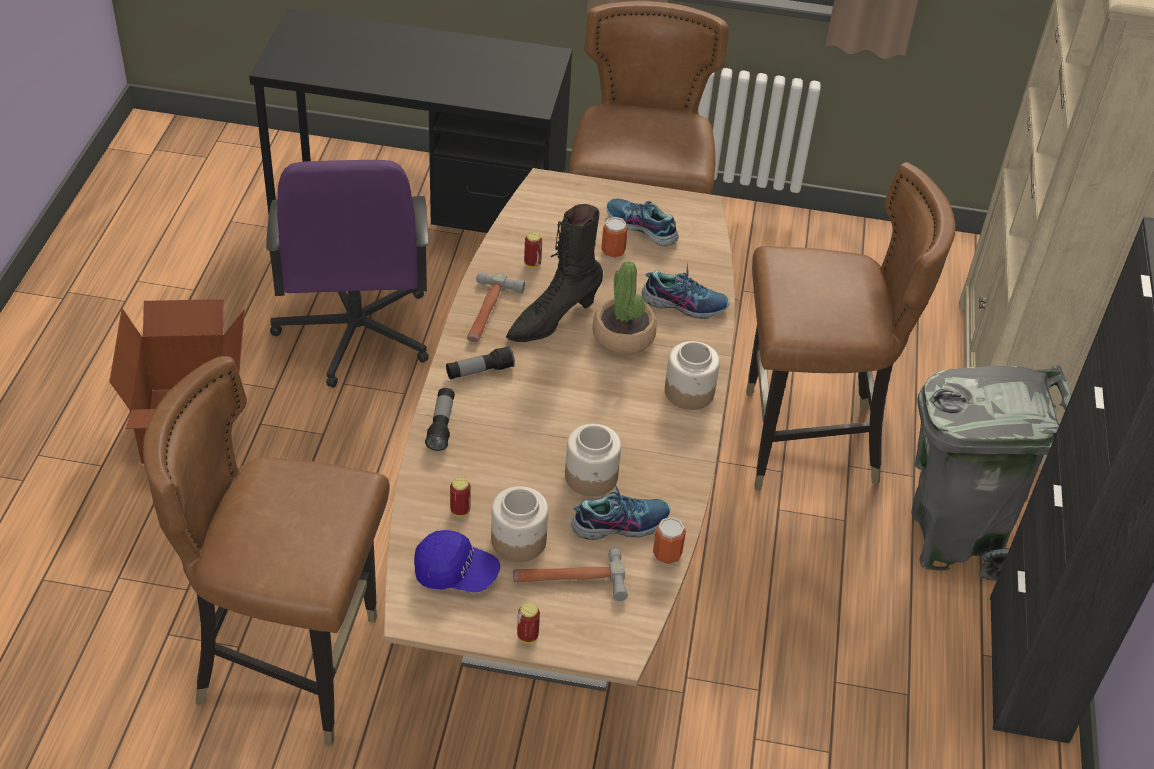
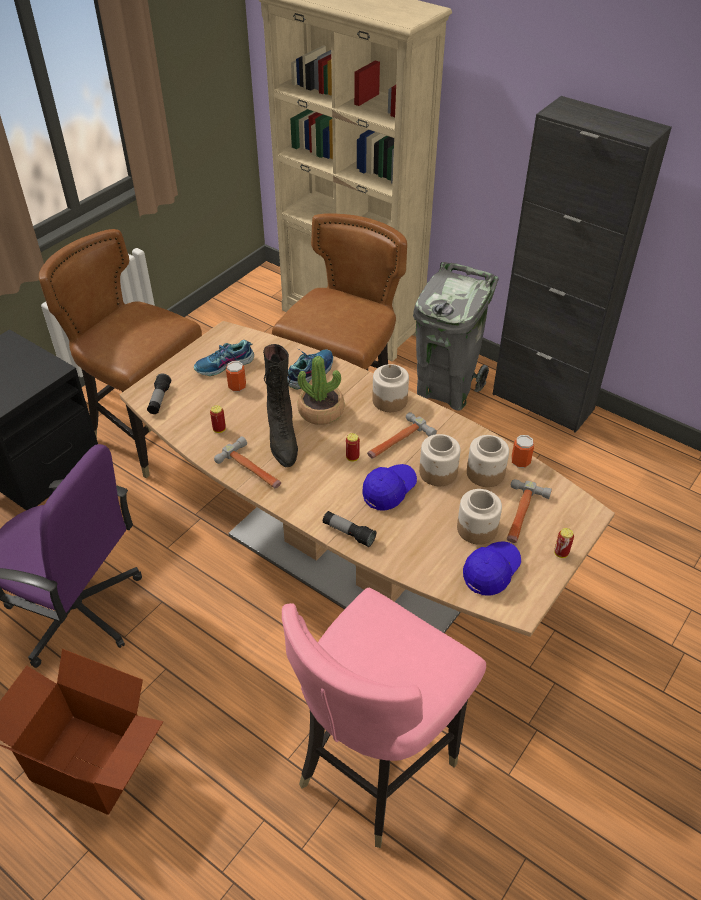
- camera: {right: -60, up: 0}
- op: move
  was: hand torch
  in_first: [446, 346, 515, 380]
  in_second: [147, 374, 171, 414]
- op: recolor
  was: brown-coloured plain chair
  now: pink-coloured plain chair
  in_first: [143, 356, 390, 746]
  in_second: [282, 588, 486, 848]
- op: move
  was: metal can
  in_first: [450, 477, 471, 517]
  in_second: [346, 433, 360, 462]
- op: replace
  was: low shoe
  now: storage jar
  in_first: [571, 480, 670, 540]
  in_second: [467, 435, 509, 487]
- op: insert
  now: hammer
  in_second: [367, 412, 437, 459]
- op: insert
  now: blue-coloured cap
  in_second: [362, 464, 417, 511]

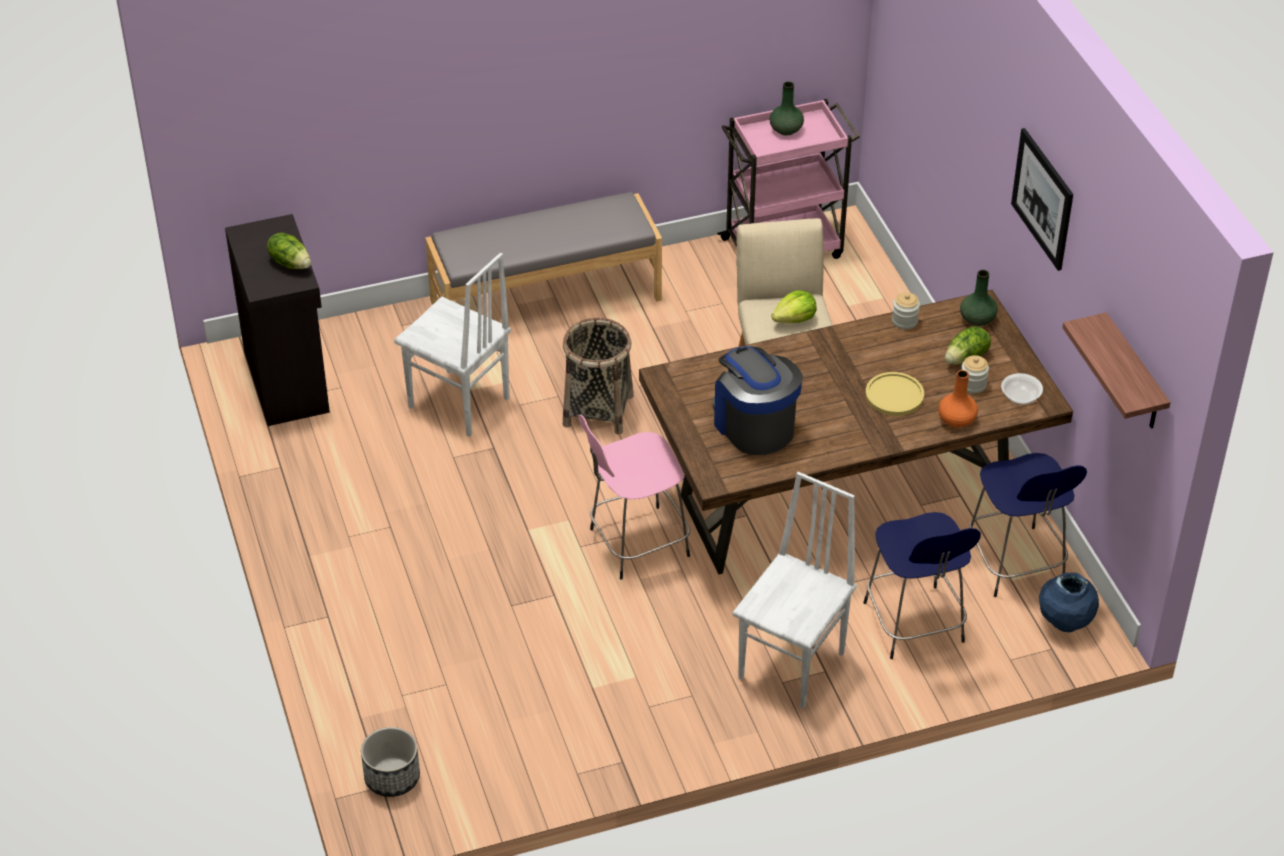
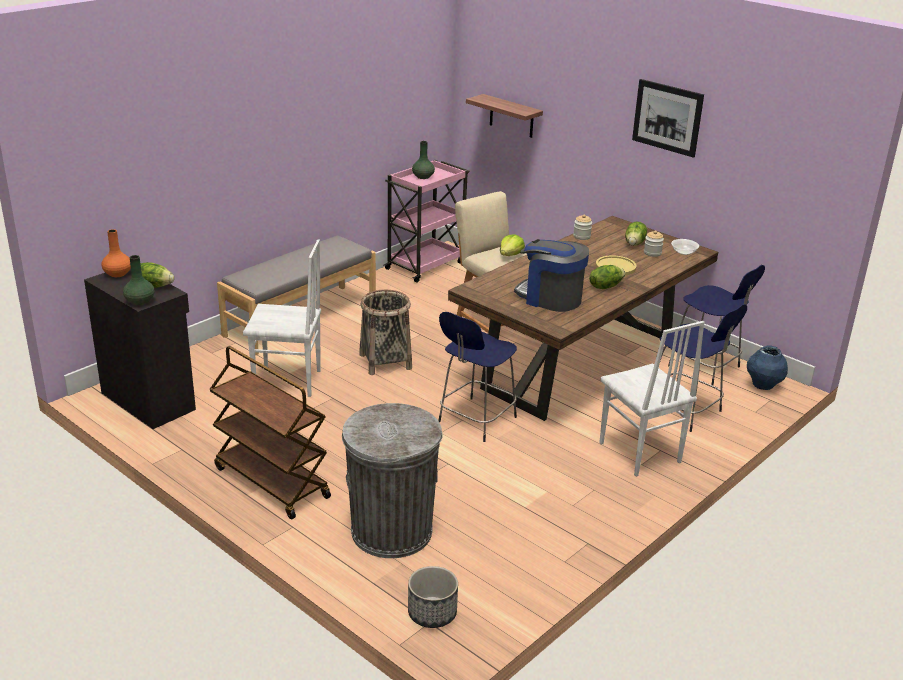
- camera: {right: -30, up: -15}
- op: move
  was: greenish decorative vase
  in_first: [960, 270, 998, 326]
  in_second: [123, 255, 155, 305]
- op: move
  was: shelf
  in_first: [1062, 312, 1171, 429]
  in_second: [466, 94, 543, 138]
- op: move
  was: orange-coloured decorative vase
  in_first: [938, 370, 978, 428]
  in_second: [102, 229, 131, 277]
- op: recolor
  was: pink-coloured stool
  now: blue-coloured stool
  in_first: [578, 414, 690, 580]
  in_second: [438, 312, 517, 442]
- op: rotate
  was: white plain chair
  in_first: [733, 472, 857, 709]
  in_second: [599, 321, 704, 477]
  clockwise: 150
- op: insert
  now: lettuce head
  in_second: [589, 265, 625, 289]
- op: insert
  now: brown-coloured cart
  in_second: [209, 346, 331, 519]
- op: insert
  now: grey trash can
  in_second: [342, 403, 443, 558]

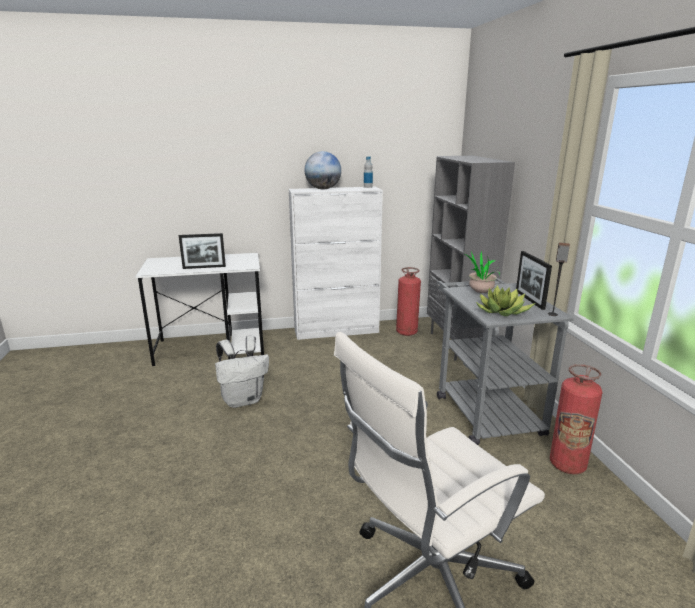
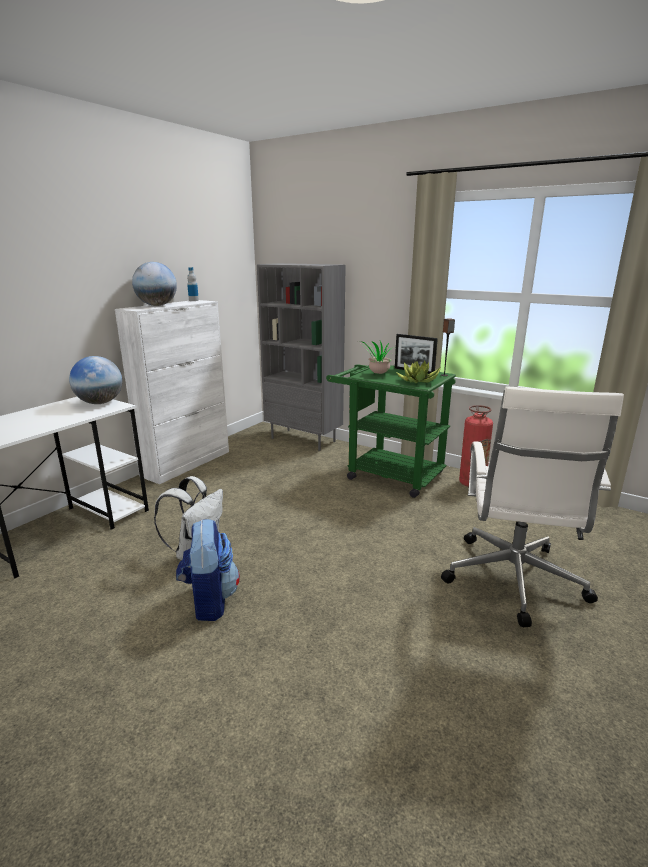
- camera: {right: -45, up: 0}
- op: delete
  was: standing frame
  in_first: [179, 233, 226, 269]
- op: delete
  was: extinguisher
  in_first: [396, 267, 421, 336]
- op: recolor
  was: grey cart
  now: greenish cart
  in_first: [437, 278, 574, 445]
  in_second: [326, 364, 456, 498]
- op: insert
  now: desk globe
  in_second: [69, 356, 122, 404]
- op: insert
  now: backpack
  in_second: [176, 519, 240, 621]

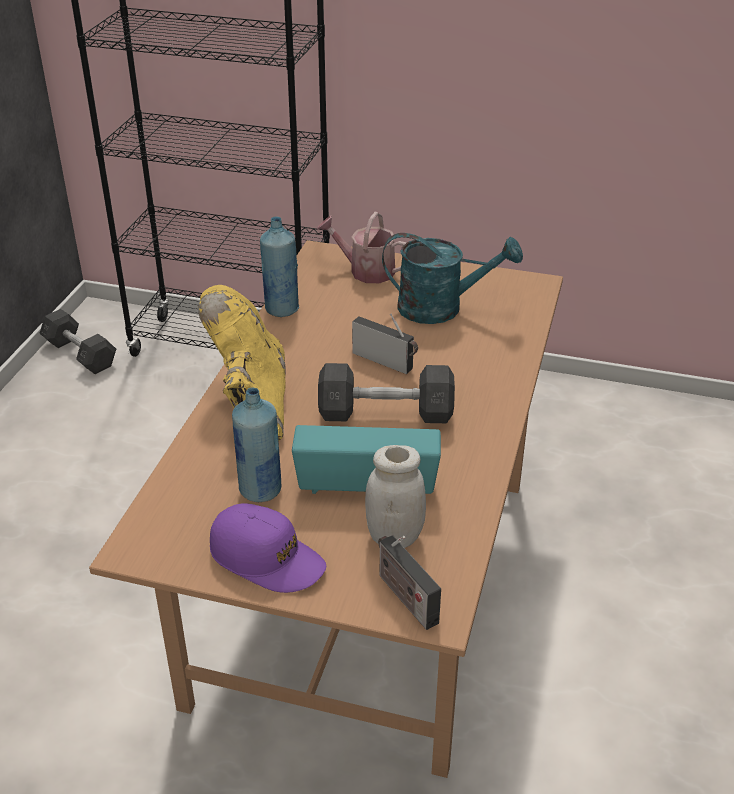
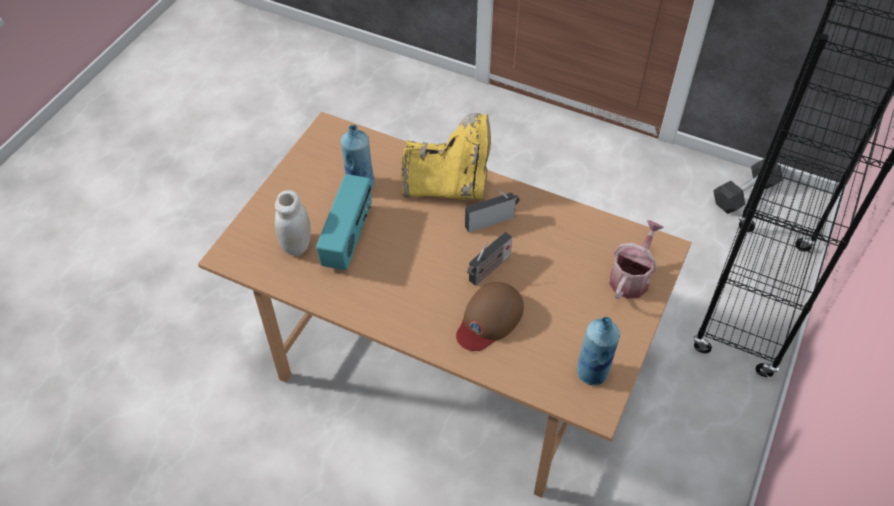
- camera: {right: 100, up: 15}
- op: move
  was: blue-coloured drink bottle
  in_first: [260, 217, 299, 317]
  in_second: [577, 317, 620, 386]
- op: delete
  was: turquoise-coloured watering pot
  in_first: [382, 233, 523, 324]
- op: delete
  was: grey free weight
  in_first: [318, 363, 455, 423]
- op: delete
  was: purple-coloured cap
  in_first: [210, 503, 326, 593]
- op: move
  was: radio receiver
  in_first: [378, 535, 441, 630]
  in_second: [465, 189, 520, 233]
- op: insert
  now: brown-coloured cap
  in_second: [456, 282, 524, 351]

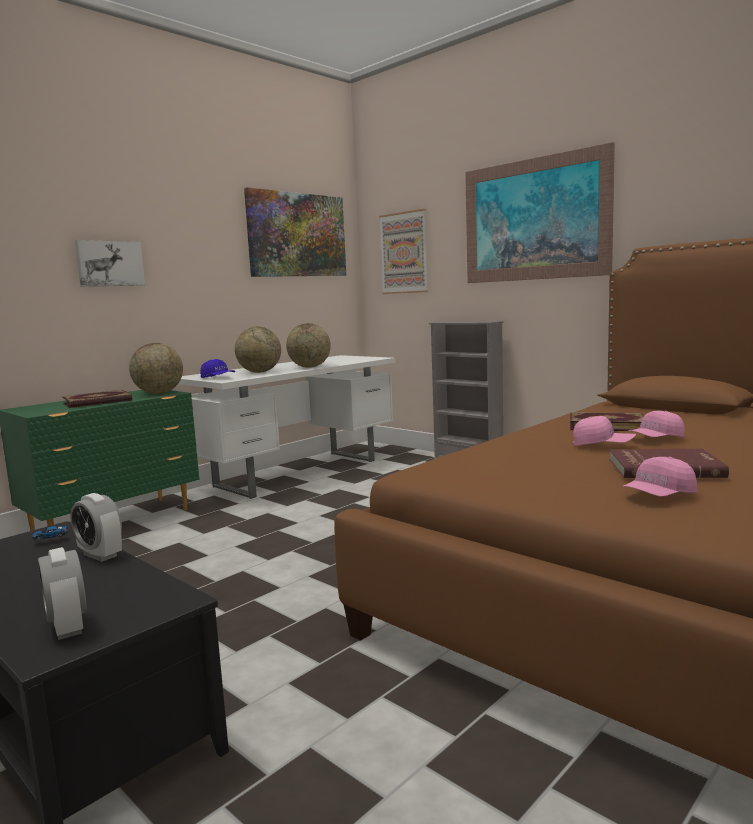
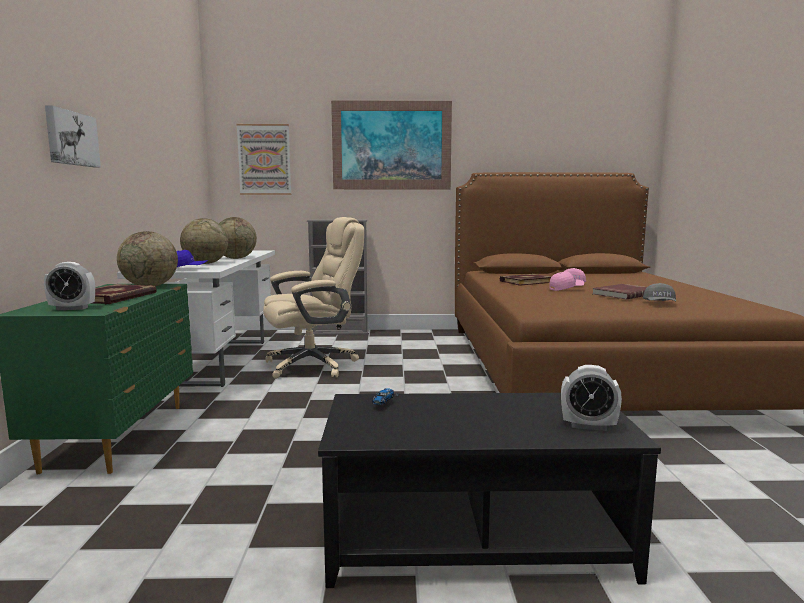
- camera: {right: -45, up: 0}
- op: delete
  was: wall art
  in_first: [244, 187, 346, 277]
- op: recolor
  was: pink-coloured cap
  now: grey cap
  in_first: [623, 457, 697, 497]
  in_second: [643, 283, 676, 301]
- op: move
  was: bedside clock
  in_first: [70, 493, 122, 562]
  in_second: [44, 262, 95, 310]
- op: insert
  now: beige-coloured desk chair
  in_second: [263, 217, 364, 379]

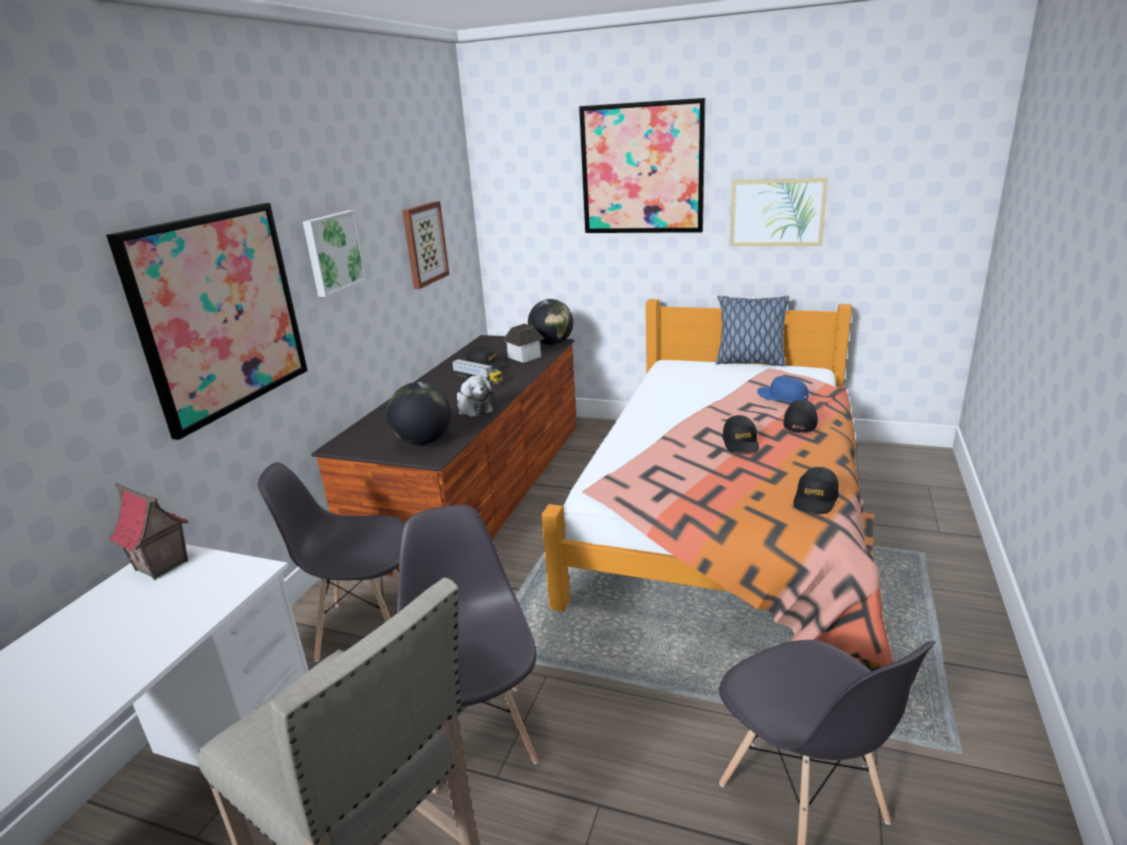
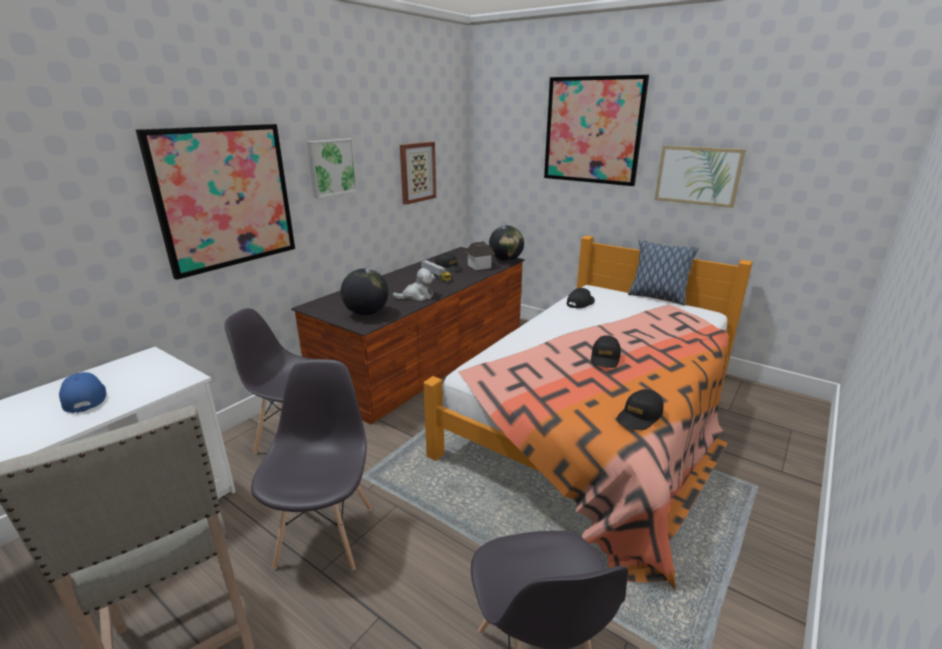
- camera: {right: 15, up: 0}
- op: rotate
  was: soft toy
  in_first: [457, 375, 493, 417]
  in_second: [393, 268, 435, 301]
  clockwise: -90
- op: move
  was: blue-coloured cap
  in_first: [757, 376, 809, 403]
  in_second: [59, 372, 106, 413]
- op: move
  was: black-coloured cap
  in_first: [783, 400, 818, 433]
  in_second: [566, 288, 595, 309]
- op: delete
  was: model house
  in_first: [108, 483, 189, 580]

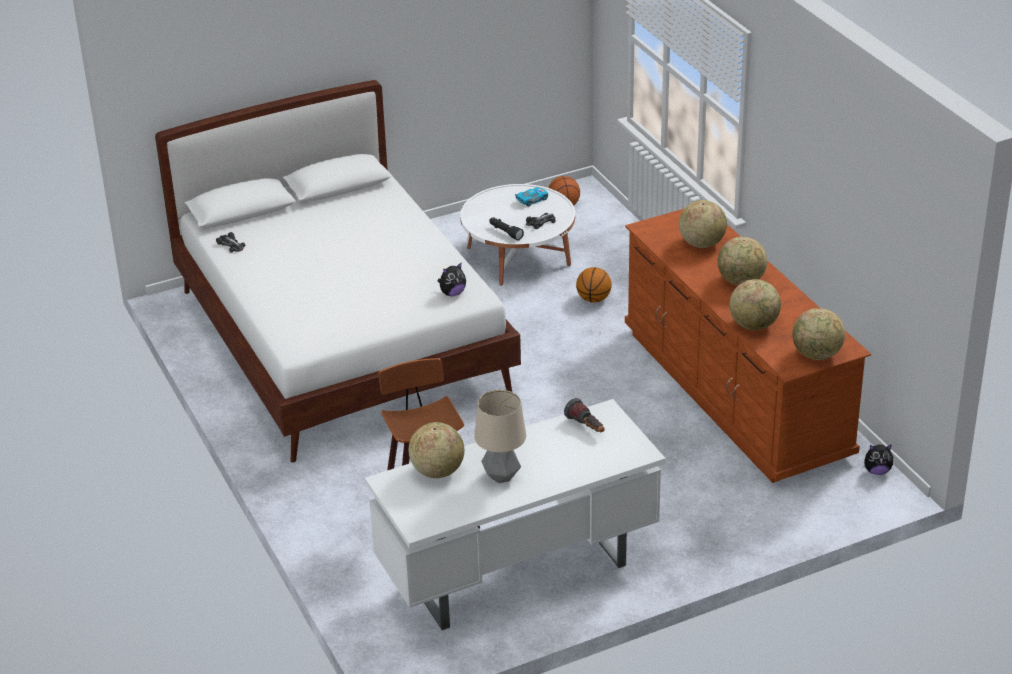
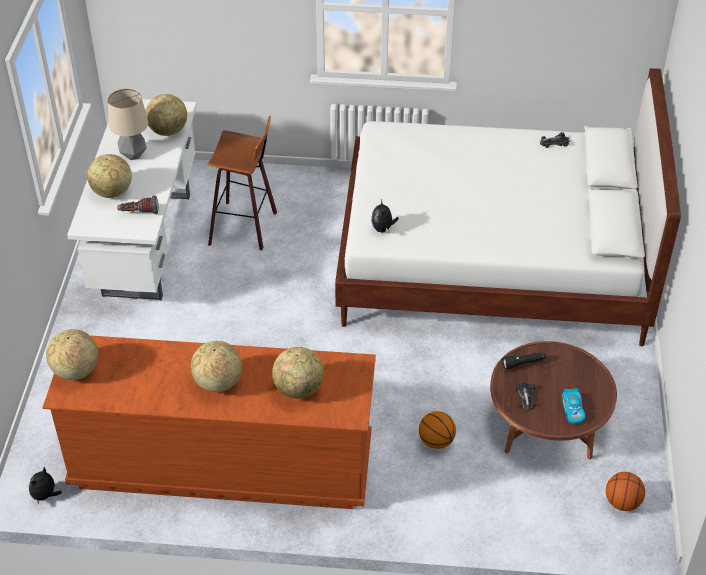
- camera: {right: 120, up: 10}
- op: recolor
  was: white coffee table
  now: brown-coloured coffee table
  in_first: [460, 184, 575, 286]
  in_second: [490, 341, 617, 460]
- op: move
  was: desk globe
  in_first: [729, 279, 781, 330]
  in_second: [87, 154, 132, 198]

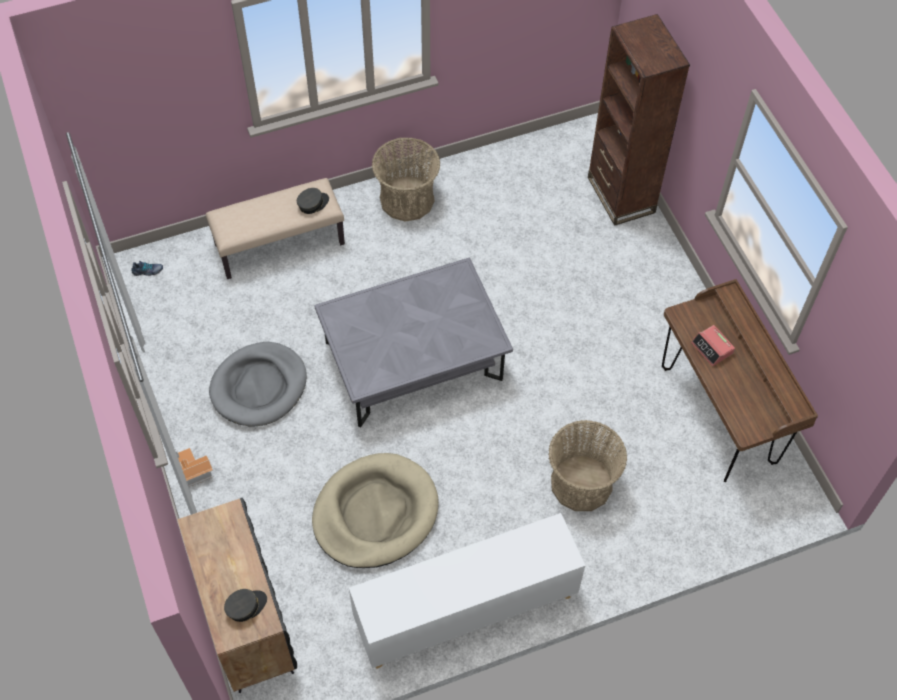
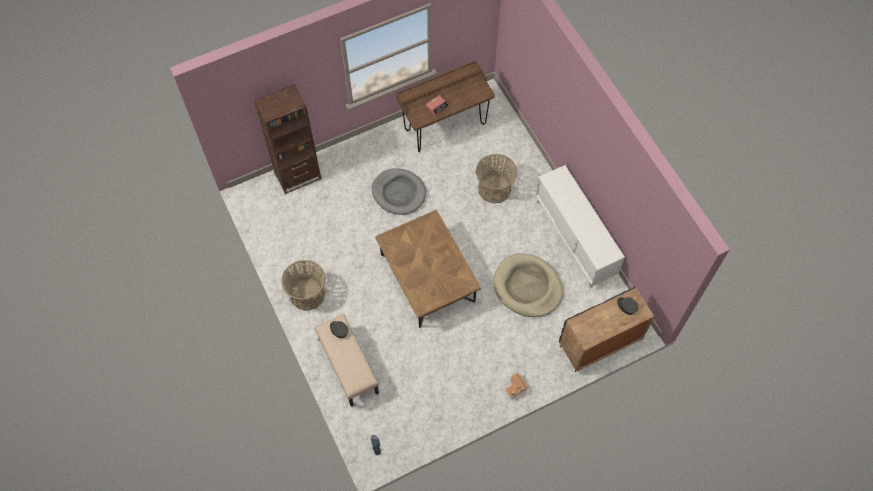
- camera: {right: -95, up: 5}
- op: recolor
  was: grey coffee table
  now: brown-coloured coffee table
  in_first: [314, 258, 513, 428]
  in_second: [375, 210, 481, 328]
- op: move
  was: grey pet bed
  in_first: [209, 342, 307, 427]
  in_second: [372, 168, 426, 215]

